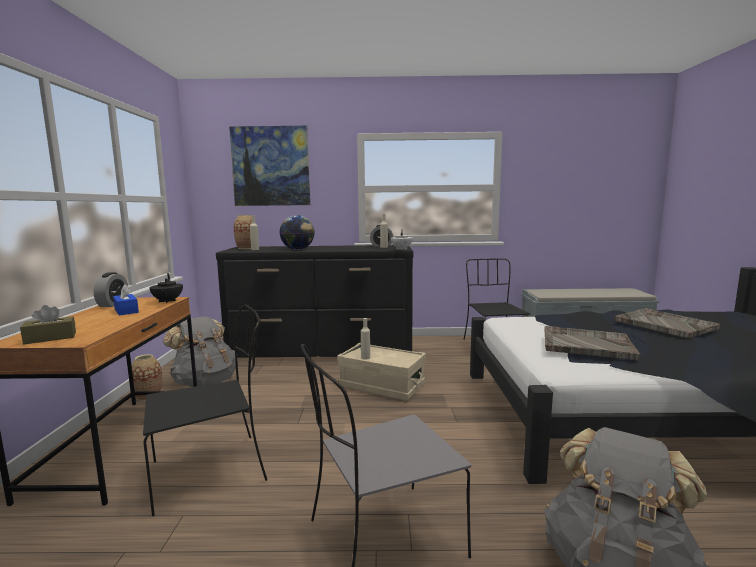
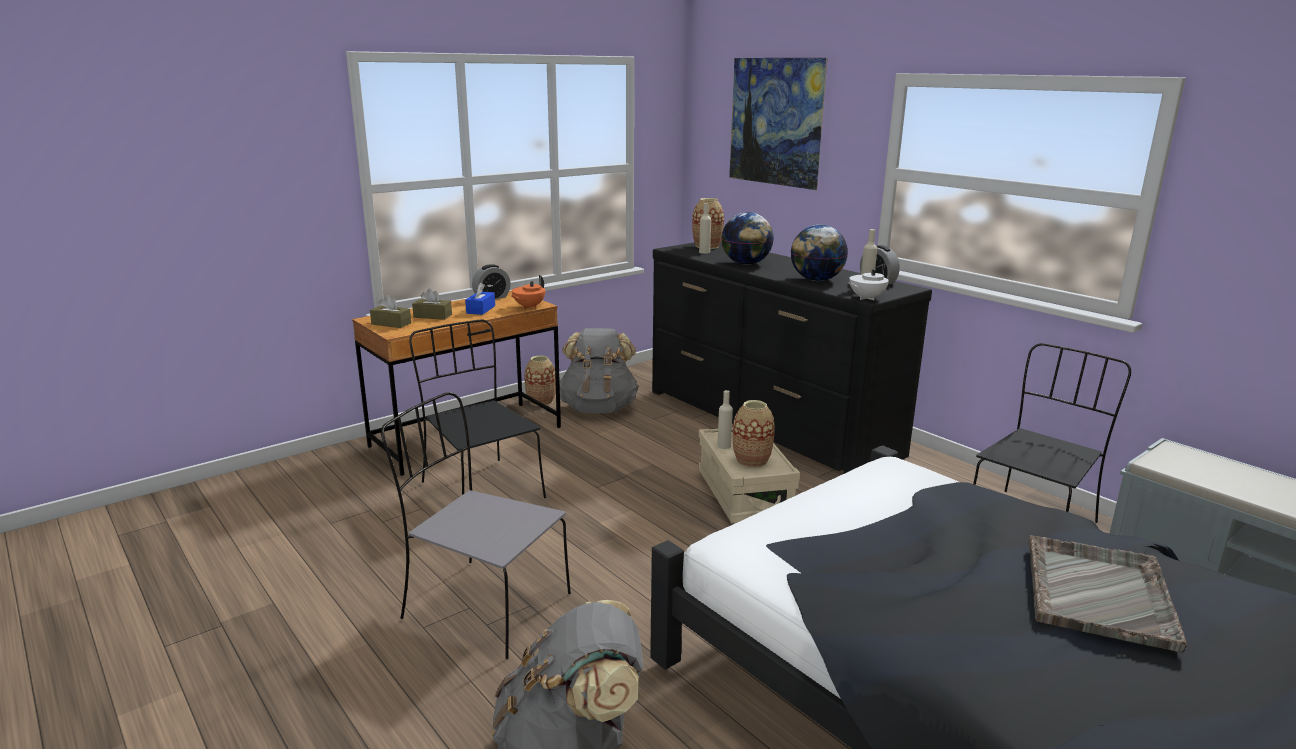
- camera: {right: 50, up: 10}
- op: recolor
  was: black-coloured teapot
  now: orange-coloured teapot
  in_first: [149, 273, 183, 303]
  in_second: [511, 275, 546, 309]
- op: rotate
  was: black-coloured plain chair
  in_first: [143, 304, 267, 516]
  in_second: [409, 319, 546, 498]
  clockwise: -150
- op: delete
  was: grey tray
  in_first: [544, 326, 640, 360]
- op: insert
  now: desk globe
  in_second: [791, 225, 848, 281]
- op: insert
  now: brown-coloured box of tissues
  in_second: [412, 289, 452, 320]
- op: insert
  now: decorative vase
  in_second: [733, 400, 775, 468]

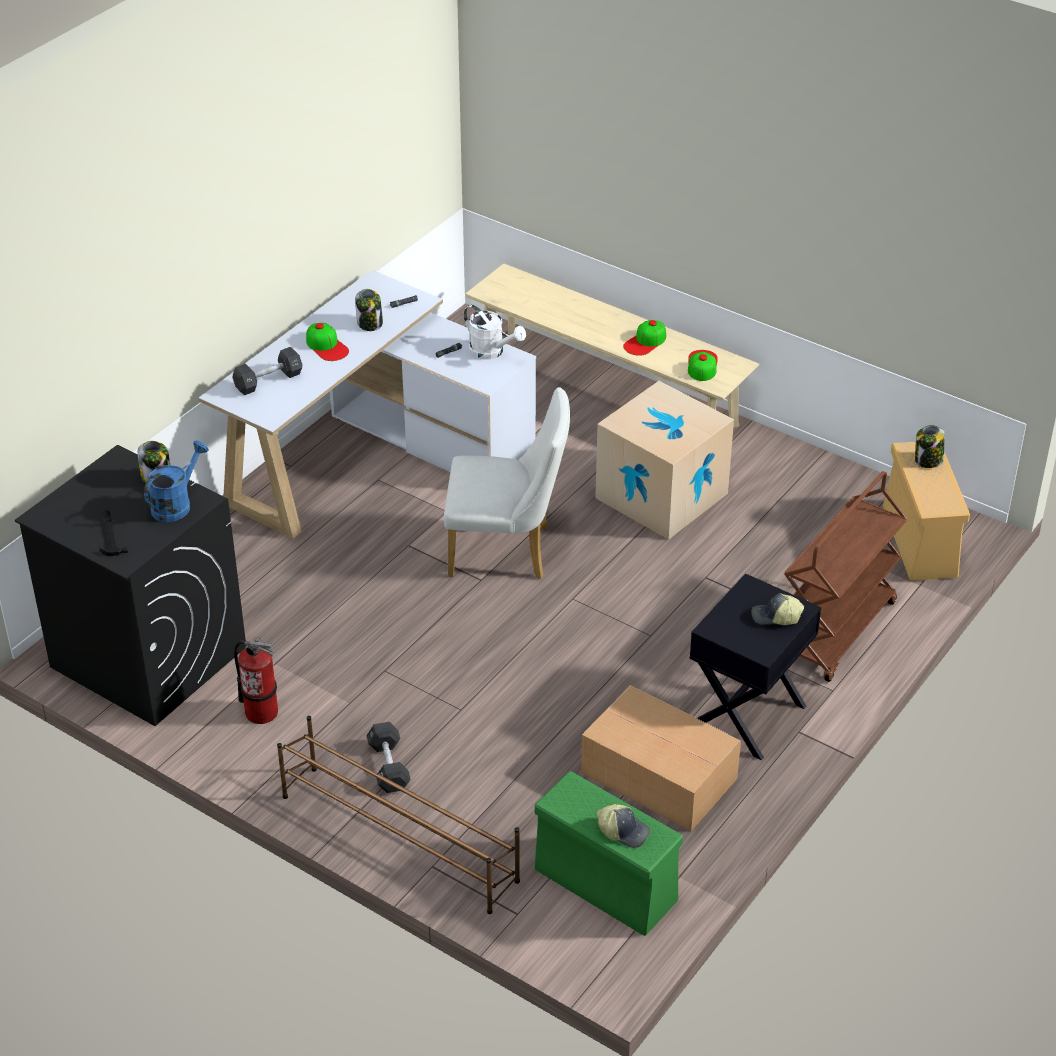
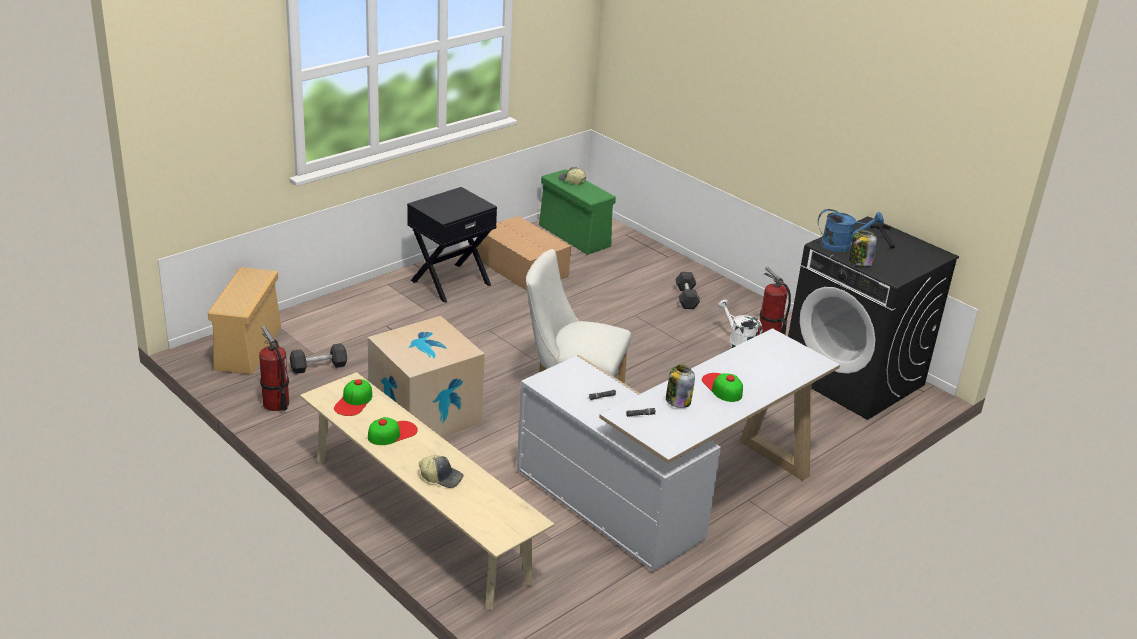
- camera: {right: -170, up: -10}
- op: move
  was: white watering pot
  in_first: [464, 305, 526, 360]
  in_second: [718, 300, 763, 348]
- op: move
  was: black-coloured free weight
  in_first: [232, 347, 302, 395]
  in_second: [290, 343, 347, 374]
- op: delete
  was: storage jar
  in_first: [915, 425, 945, 468]
- op: rotate
  was: blue-coloured watering pot
  in_first: [144, 441, 208, 522]
  in_second: [818, 209, 884, 252]
  clockwise: -135
- op: delete
  was: brown-coloured cart
  in_first: [784, 471, 907, 682]
- op: move
  was: cap
  in_first: [752, 593, 804, 625]
  in_second: [419, 455, 464, 488]
- op: delete
  was: brown-coloured shoe shelf
  in_first: [277, 716, 520, 914]
- op: insert
  now: extinguisher
  in_second: [259, 326, 289, 411]

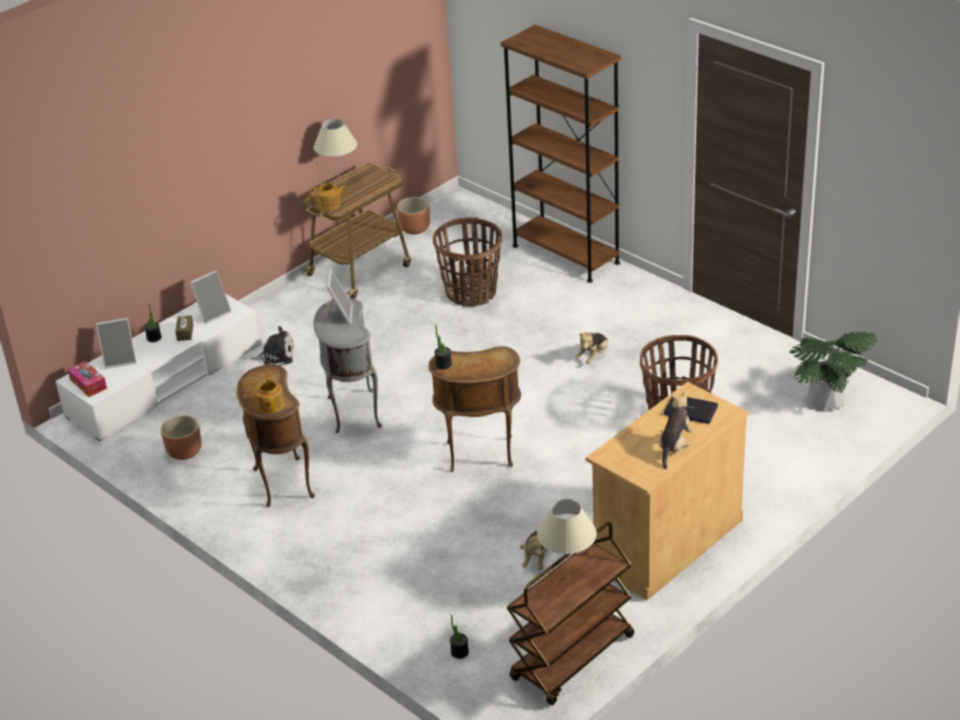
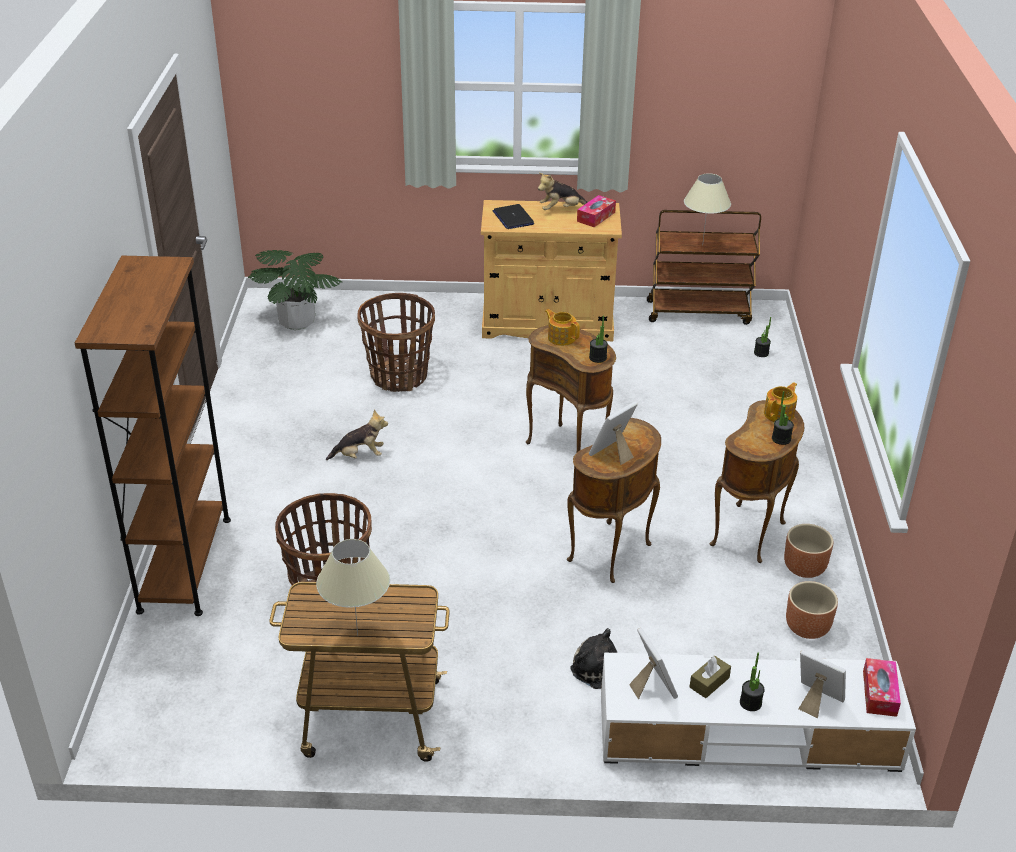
- camera: {right: -135, up: 0}
- op: move
  was: teapot
  in_first: [310, 183, 346, 211]
  in_second: [545, 309, 580, 346]
- op: move
  was: brown-coloured flower pot
  in_first: [397, 197, 430, 234]
  in_second: [784, 524, 833, 578]
- op: rotate
  was: standing frame
  in_first: [190, 270, 231, 324]
  in_second: [629, 628, 678, 699]
  clockwise: 60
- op: recolor
  was: grey side table
  now: brown-coloured side table
  in_first: [313, 298, 382, 433]
  in_second: [567, 418, 661, 583]
- op: delete
  was: soft toy
  in_first: [520, 531, 548, 570]
- op: insert
  now: box of tissues
  in_second: [577, 195, 616, 227]
- op: insert
  now: houseplant
  in_second: [772, 391, 794, 445]

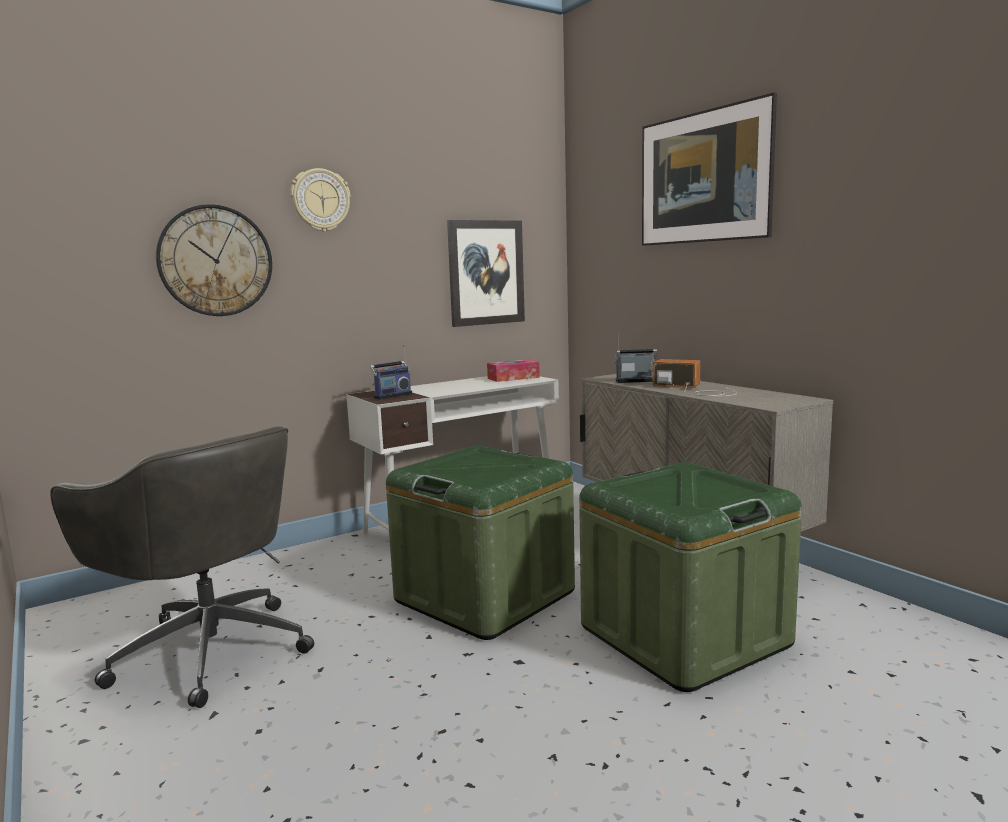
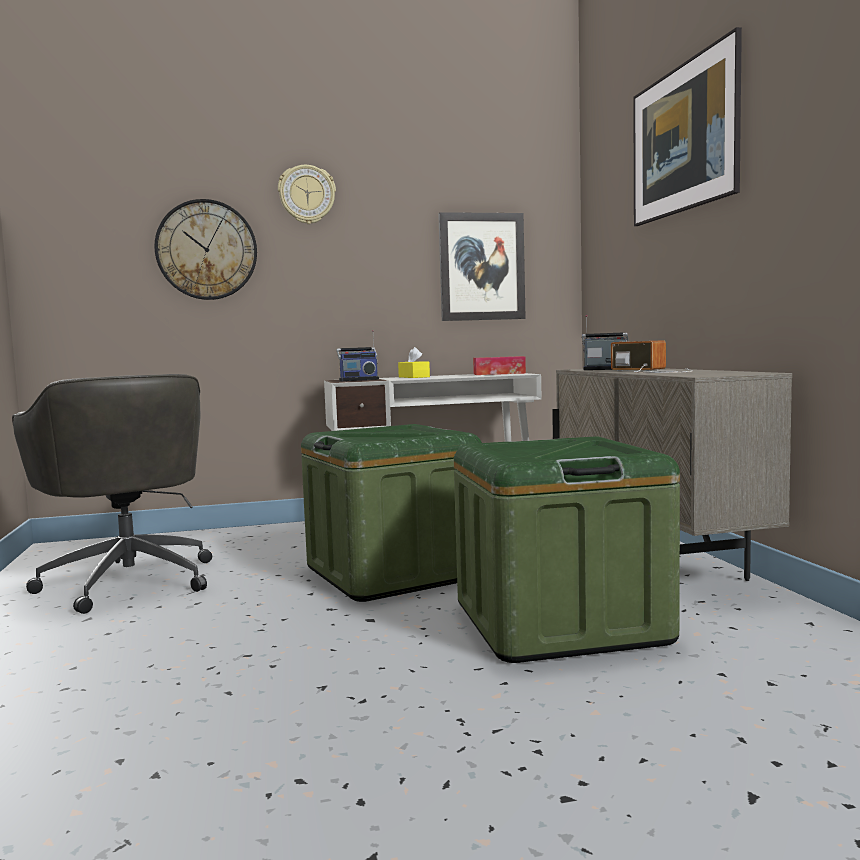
- camera: {right: 20, up: -5}
- op: insert
  now: yellow box of tissues
  in_second: [398, 347, 430, 378]

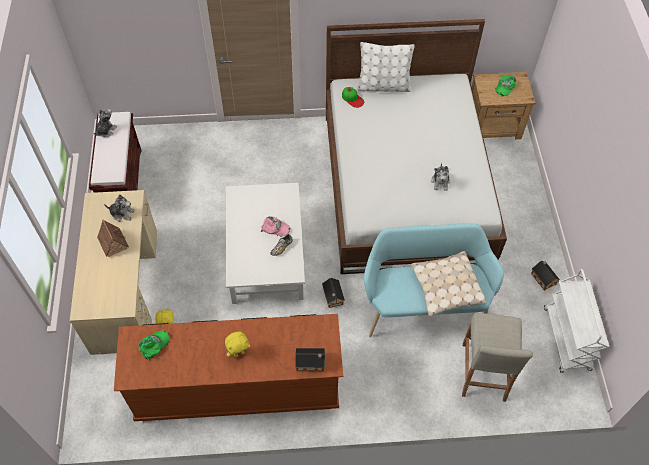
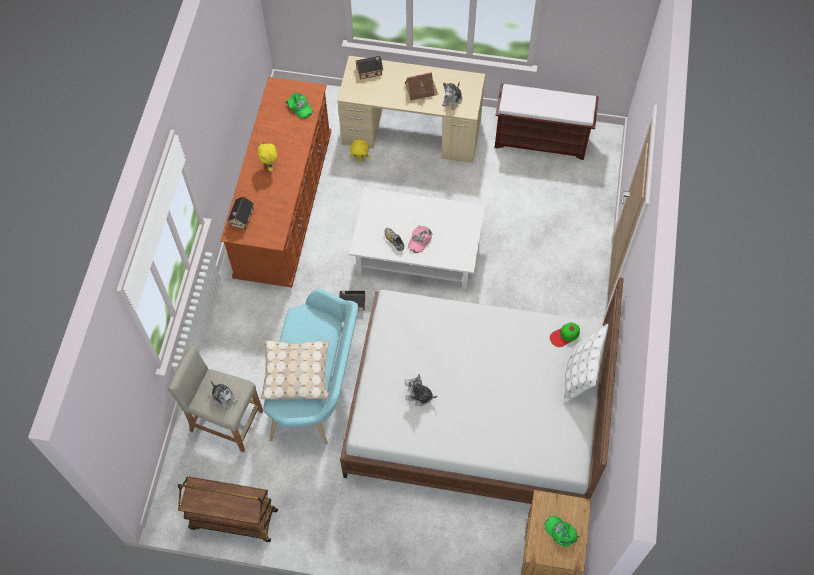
- camera: {right: 105, up: 5}
- op: move
  was: soft toy
  in_first: [94, 109, 117, 137]
  in_second: [210, 380, 238, 411]
- op: move
  was: model house
  in_first: [531, 261, 560, 291]
  in_second: [356, 56, 383, 79]
- op: recolor
  was: white cart
  now: brown-coloured cart
  in_first: [544, 269, 609, 373]
  in_second: [178, 476, 278, 542]

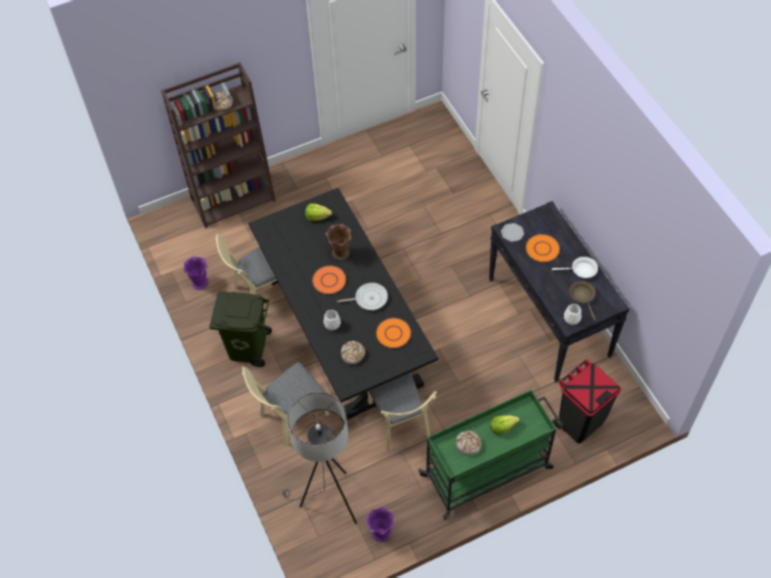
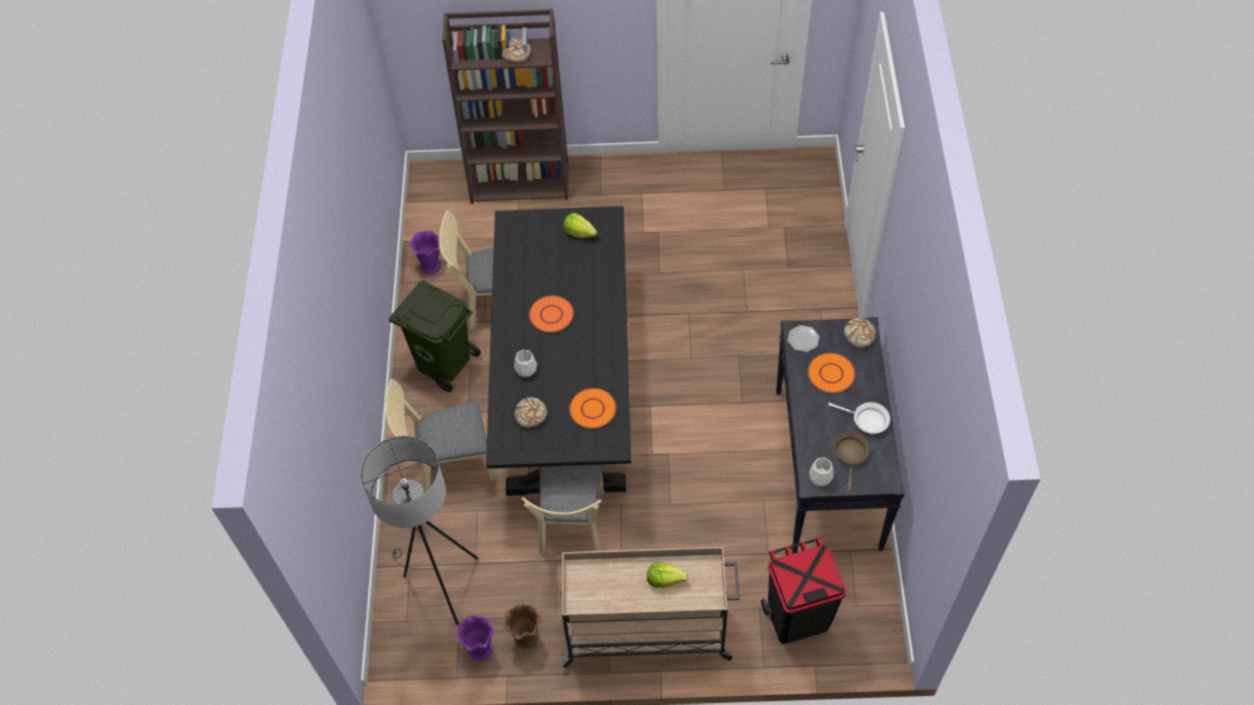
- camera: {right: 25, up: 0}
- op: move
  was: brown-coloured decorative vase
  in_first: [325, 224, 351, 260]
  in_second: [504, 603, 541, 649]
- op: delete
  was: frying pan
  in_first: [337, 283, 388, 310]
- op: recolor
  was: greenish cart
  now: beige-coloured cart
  in_first: [418, 389, 559, 520]
  in_second: [560, 547, 740, 667]
- op: move
  was: bakery bread
  in_first: [456, 431, 481, 456]
  in_second: [844, 318, 876, 348]

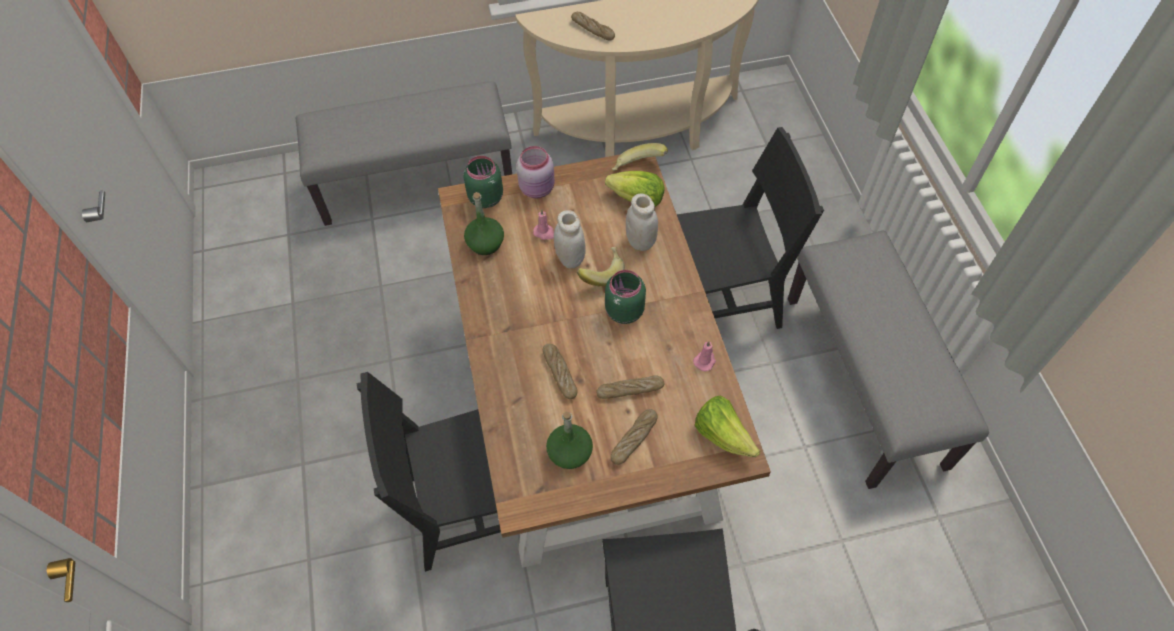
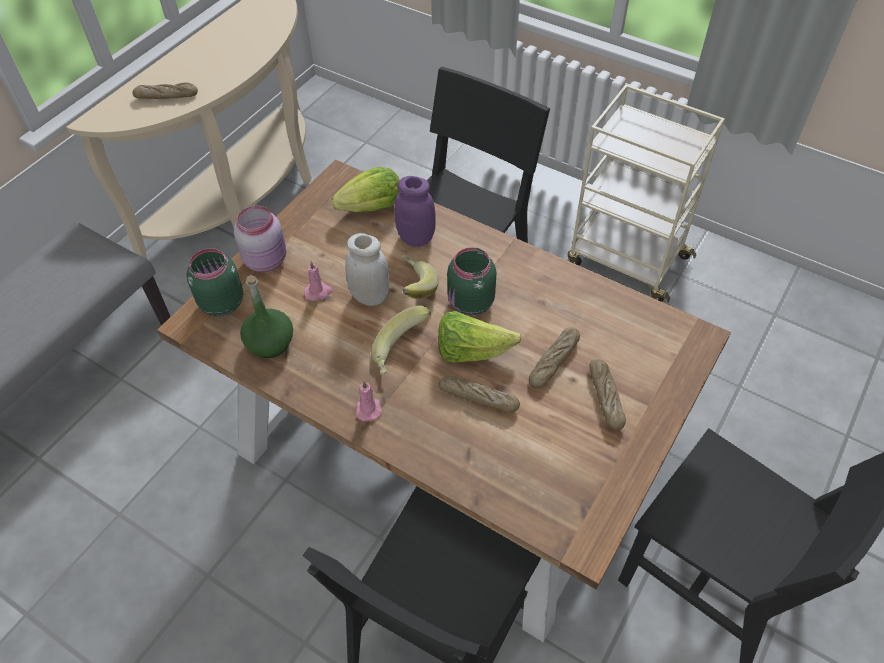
- camera: {right: -45, up: -5}
- op: move
  was: banana fruit
  in_first: [612, 143, 668, 171]
  in_second: [371, 305, 431, 375]
- op: recolor
  was: white storage jar
  now: purple-coloured storage jar
  in_first: [626, 193, 658, 251]
  in_second: [394, 176, 436, 247]
- op: replace
  was: grey long seat
  now: beige-coloured cart
  in_first: [788, 231, 989, 489]
  in_second: [568, 84, 725, 303]
- op: move
  was: pink-coloured candle
  in_first: [693, 341, 716, 371]
  in_second: [356, 381, 382, 421]
- op: move
  was: lettuce head
  in_first: [695, 396, 760, 457]
  in_second: [438, 311, 522, 363]
- op: delete
  was: greenish drink bottle
  in_first: [546, 412, 593, 469]

